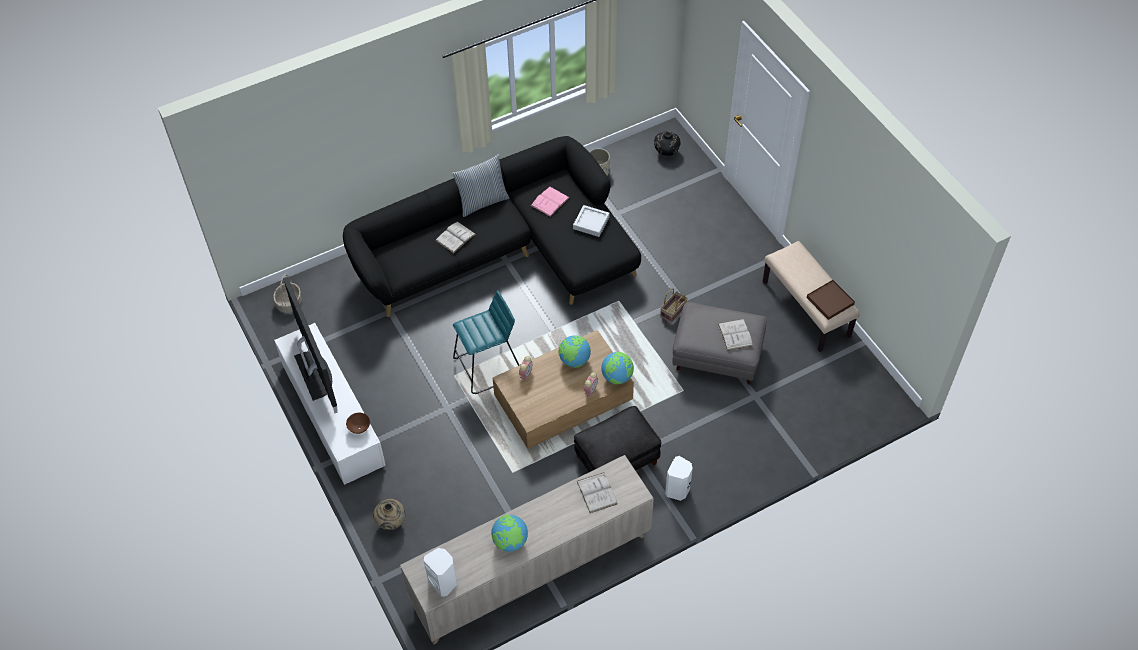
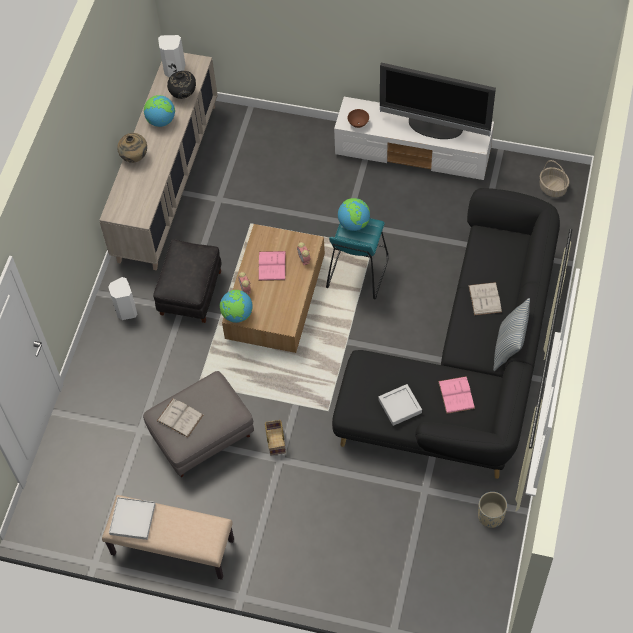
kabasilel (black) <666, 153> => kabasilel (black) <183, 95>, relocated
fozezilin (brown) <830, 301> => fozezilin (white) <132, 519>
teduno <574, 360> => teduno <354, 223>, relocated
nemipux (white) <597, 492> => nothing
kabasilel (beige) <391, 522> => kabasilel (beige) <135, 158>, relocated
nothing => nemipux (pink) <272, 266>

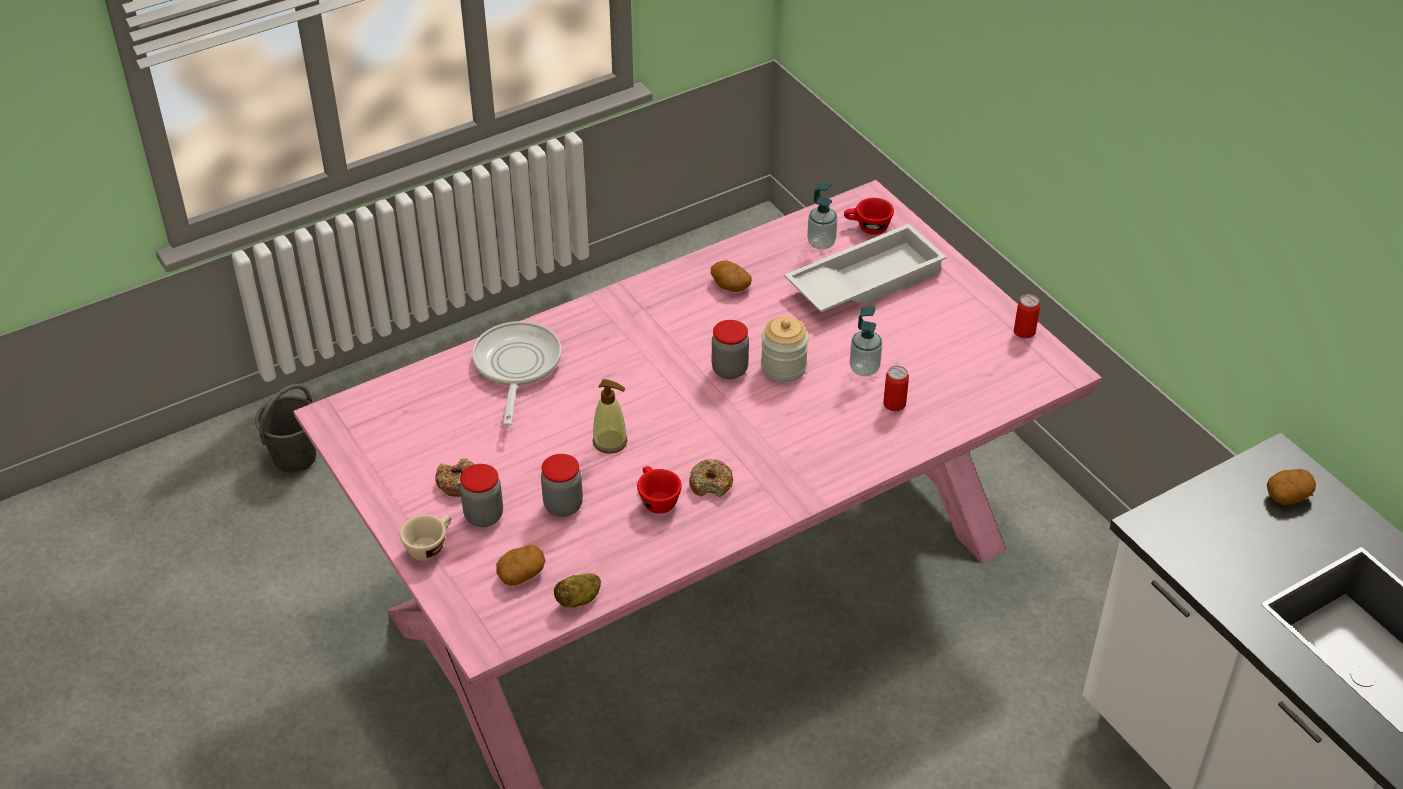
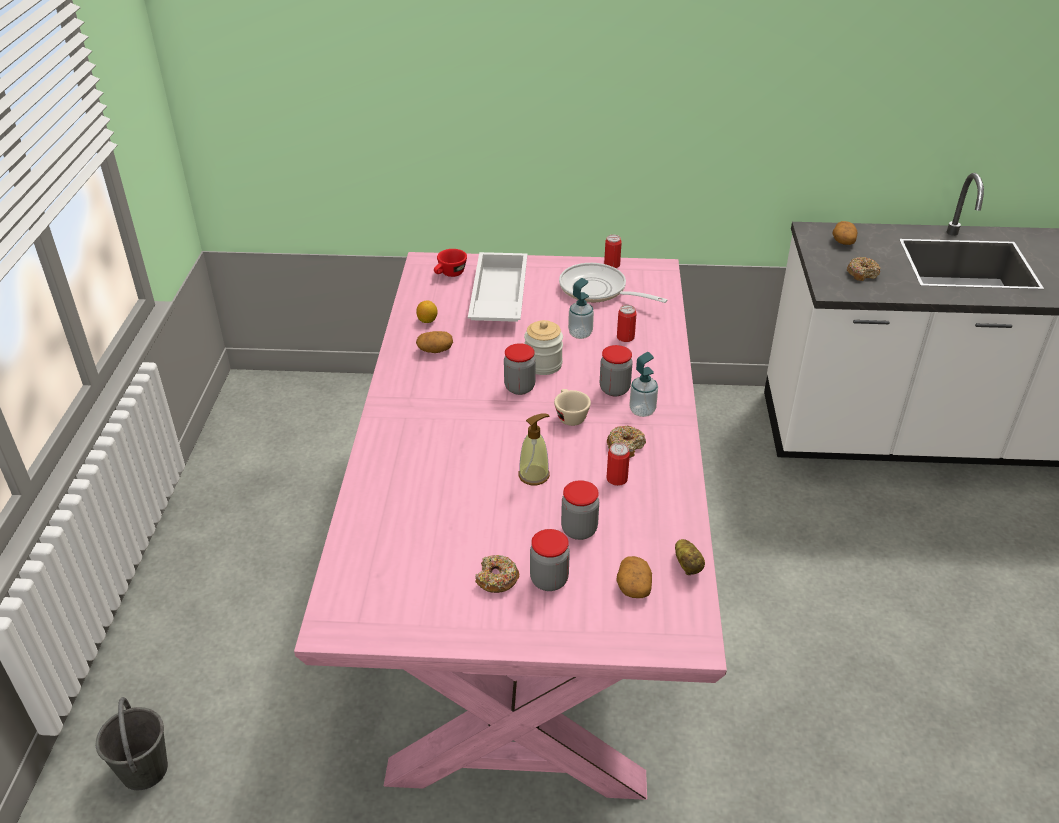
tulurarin <821, 243> => tulurarin <642, 411>, relocated
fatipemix <516, 367> => fatipemix <598, 290>, relocated
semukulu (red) <656, 499> => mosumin <617, 479>
semukulu (beige) <429, 546> => semukulu (beige) <569, 416>, relocated
nothing => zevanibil <862, 273>
nothing => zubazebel <427, 320>
nothing => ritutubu <614, 389>

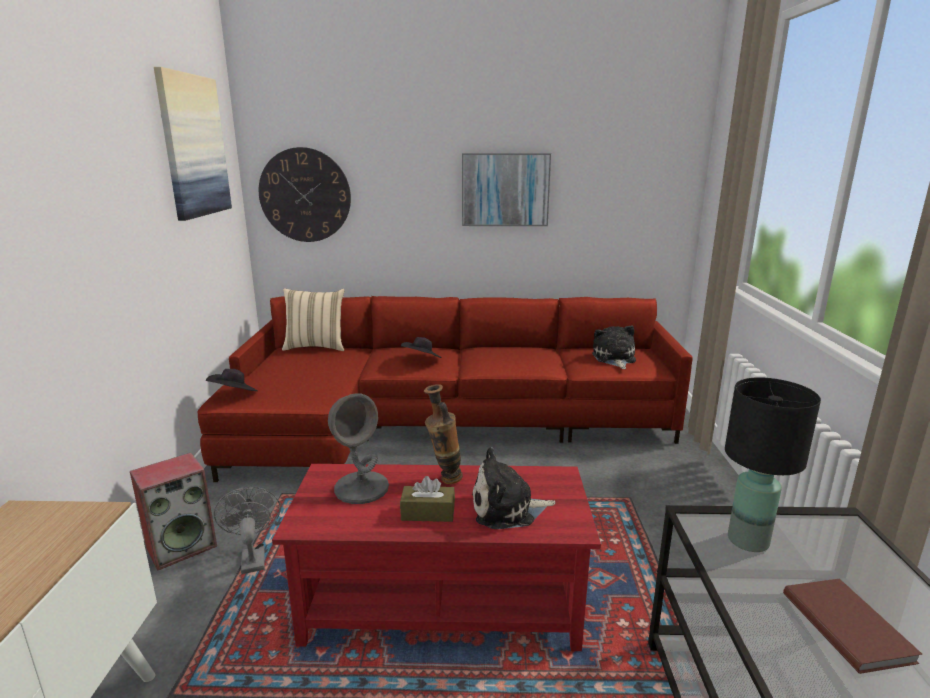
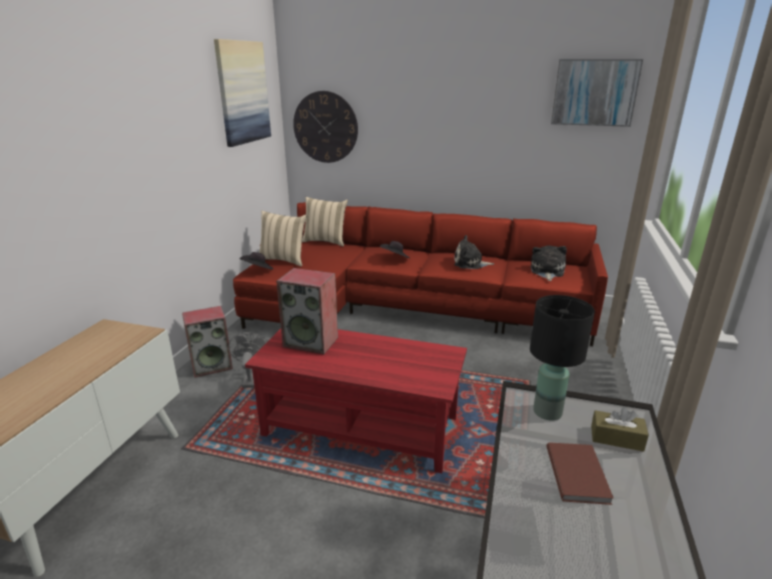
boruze <505, 190> => boruze <594, 92>, relocated
kabasilel <444, 480> => nothing
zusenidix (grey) <362, 488> => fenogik <312, 341>
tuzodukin <507, 509> => tuzodukin <470, 263>, relocated
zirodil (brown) <428, 513> => zirodil (brown) <616, 438>, relocated
nothing => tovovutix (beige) <283, 260>

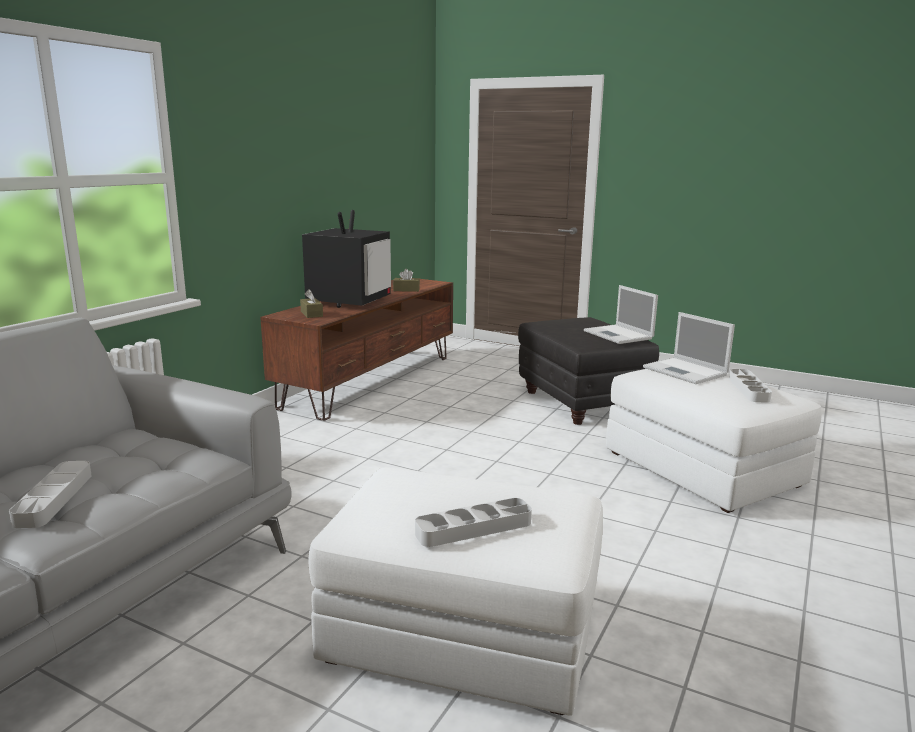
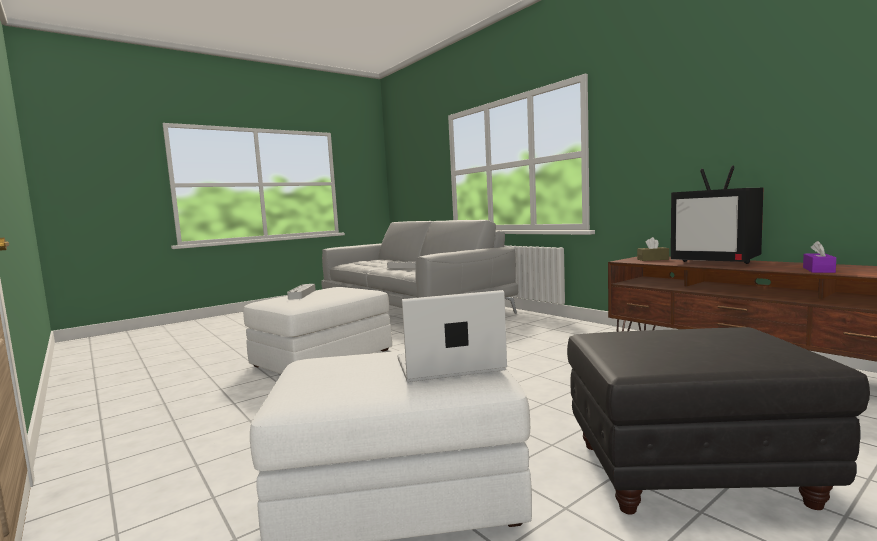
zirodil (brown) <406, 290> => zirodil (purple) <818, 270>
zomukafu <619, 335> => nothing
fozezilin (white) <748, 389> => nothing

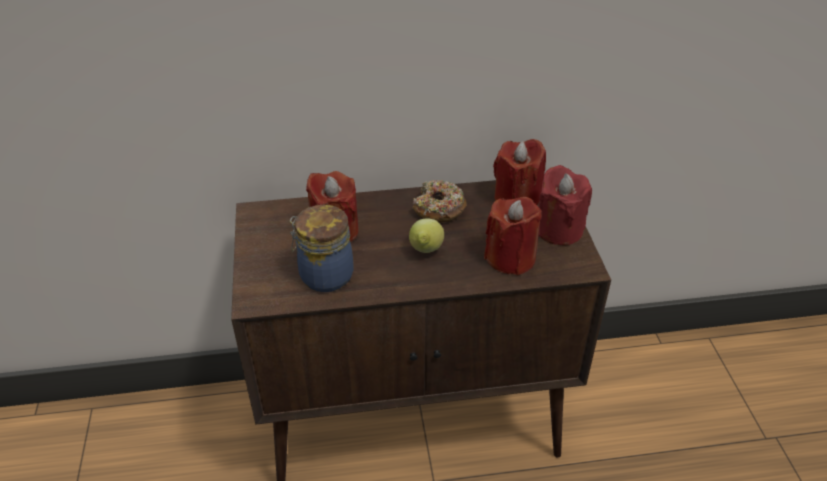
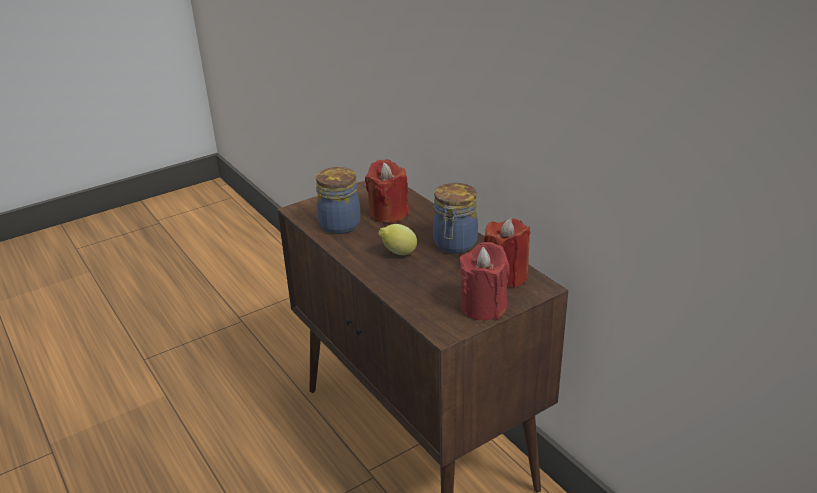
zevanibil <438, 209> => ritutubu <454, 245>
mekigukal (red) <510, 258> => nothing

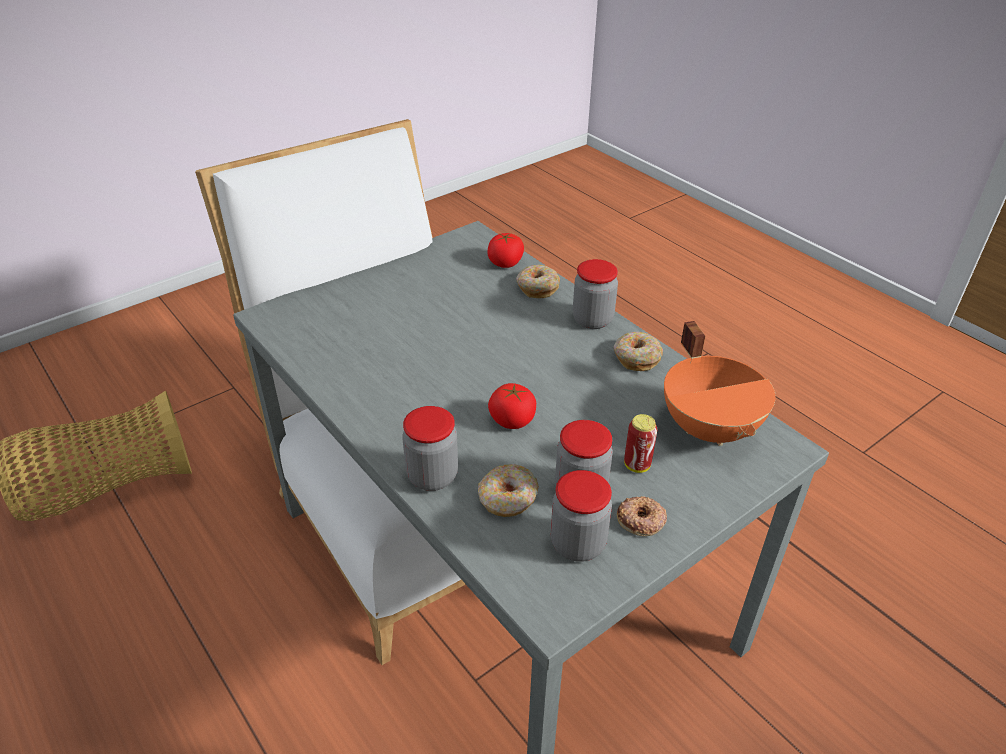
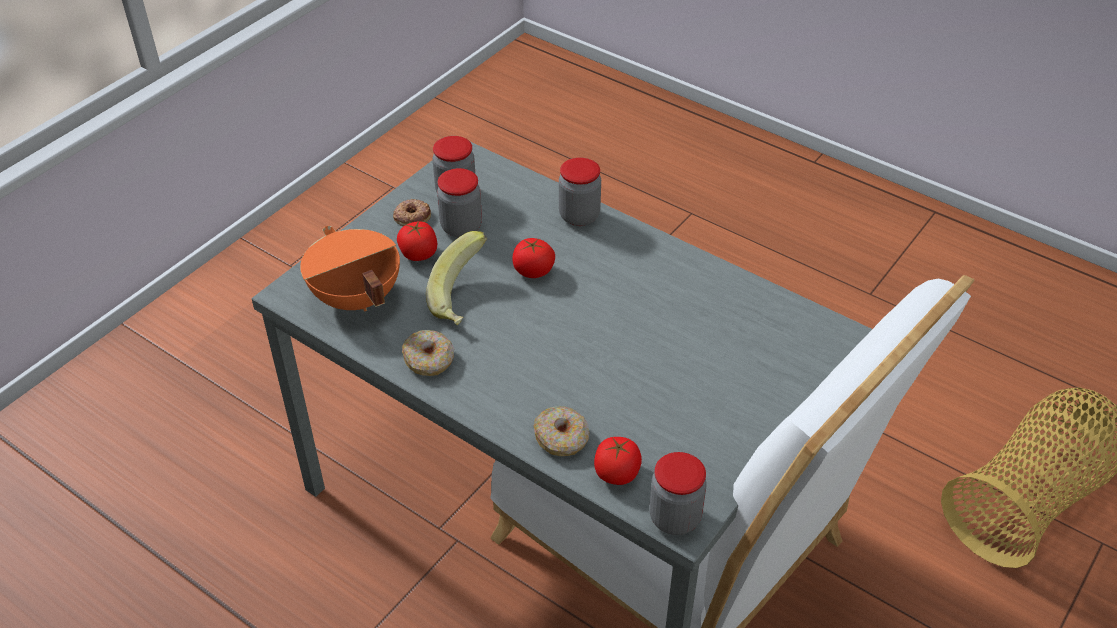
ritutubu <592, 320> => ritutubu <674, 517>, relocated
mosumin <637, 465> => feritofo <419, 254>
zevanibil <508, 499> => nothing
nothing => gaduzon <463, 298>

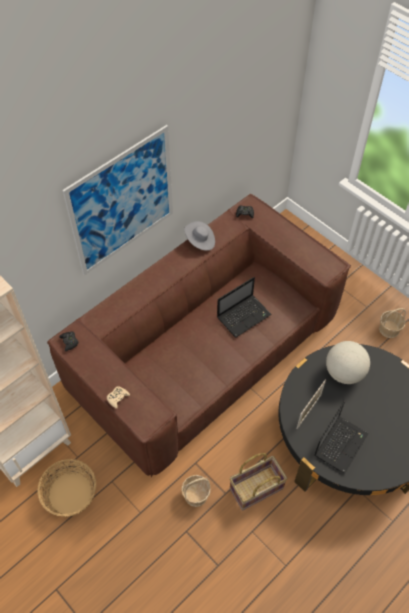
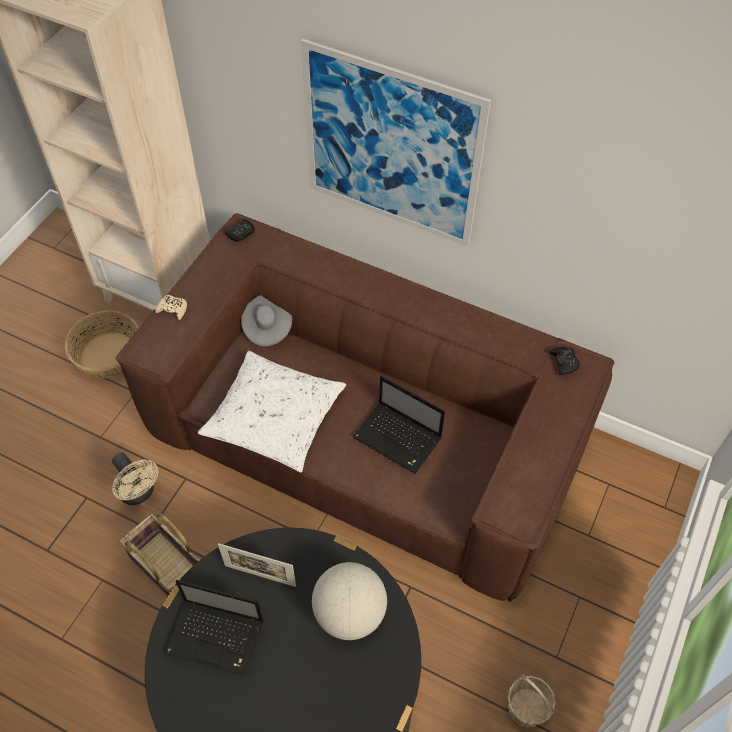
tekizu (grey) <200, 241> => tekizu (grey) <267, 327>, relocated
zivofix <195, 495> => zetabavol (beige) <139, 493>
nothing => tovovutix (white) <274, 417>

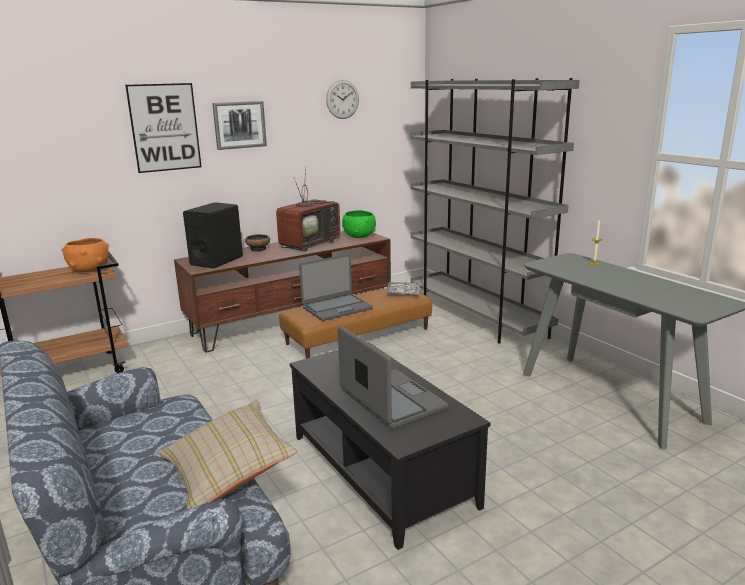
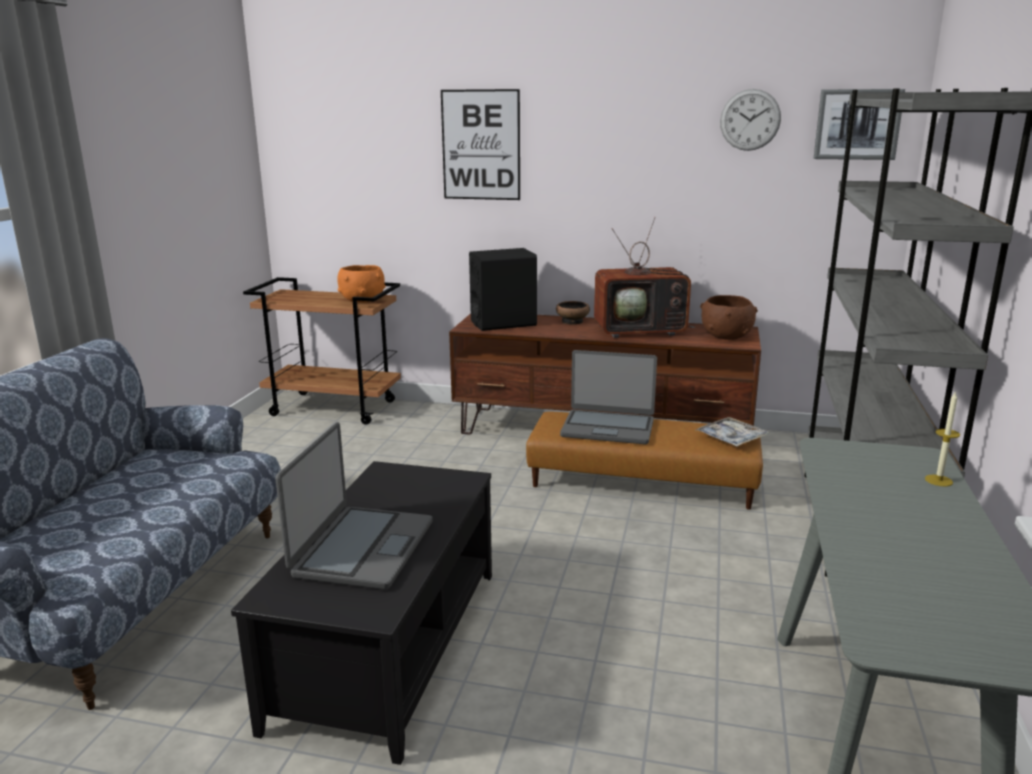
boruze <239, 125> => boruze <857, 124>, relocated
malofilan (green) <359, 236> => malofilan (brown) <726, 336>
tovovutix (beige) <228, 472> => nothing

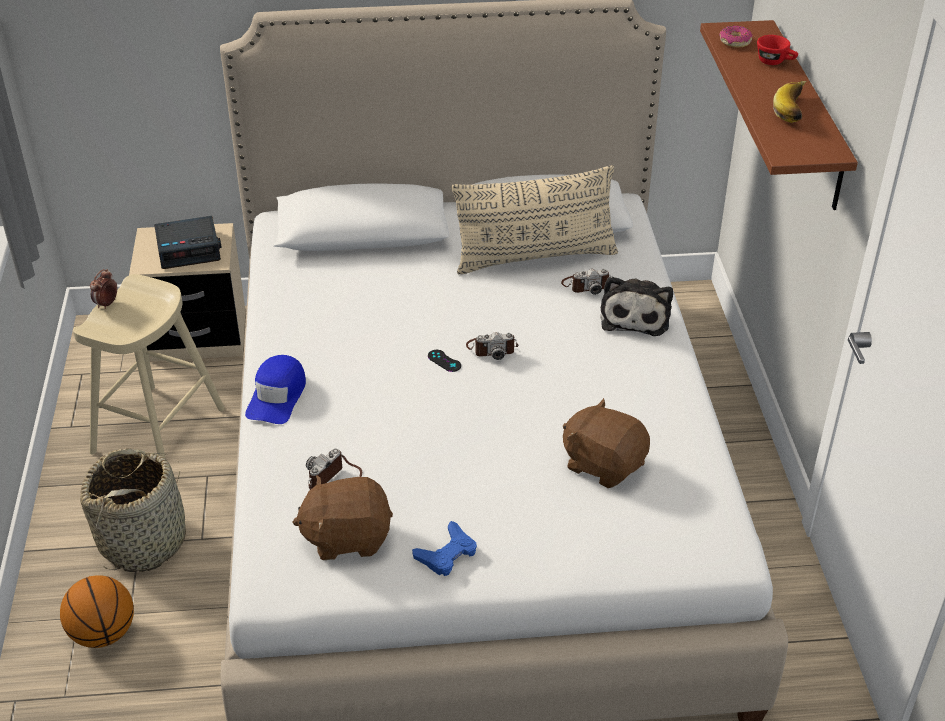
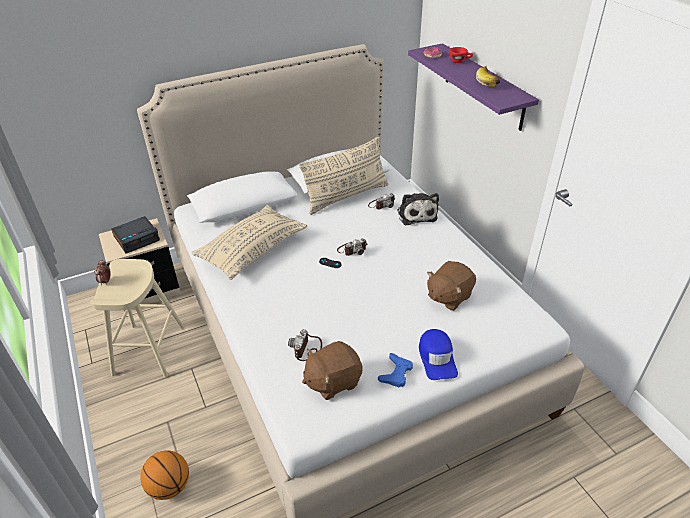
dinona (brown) <806, 115> => dinona (purple) <483, 86>
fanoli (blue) <277, 396> => fanoli (blue) <437, 358>, relocated
tuzodukin (brown) <603, 464> => tuzodukin (brown) <448, 296>, 60 degrees counterclockwise
zivofix <143, 540> => nothing
nothing => tovovutix (beige) <252, 250>

